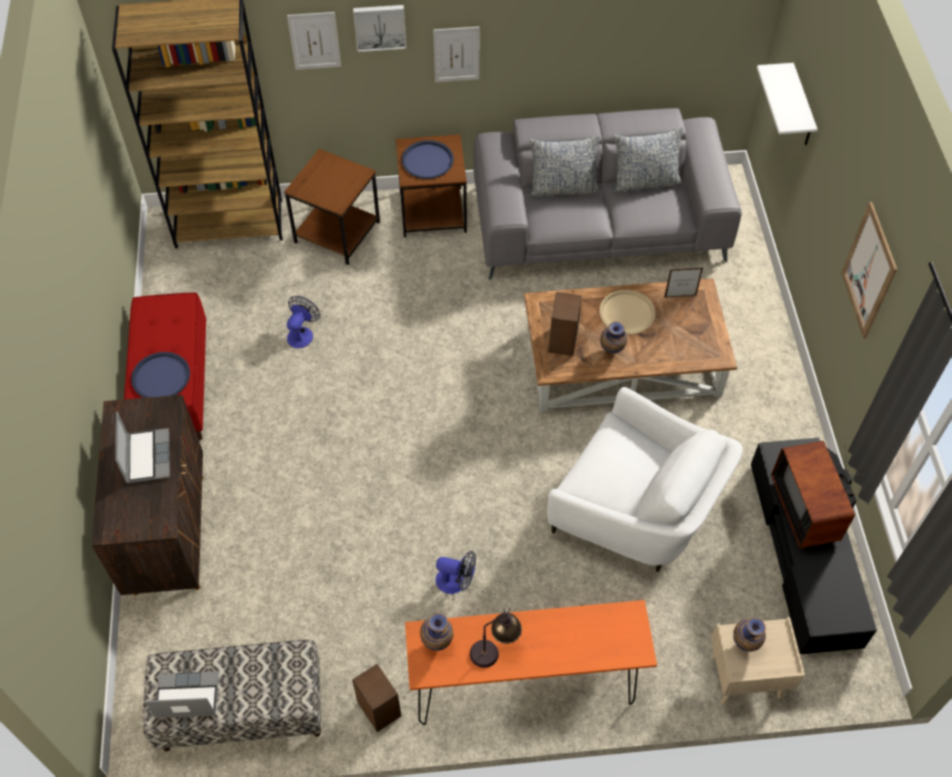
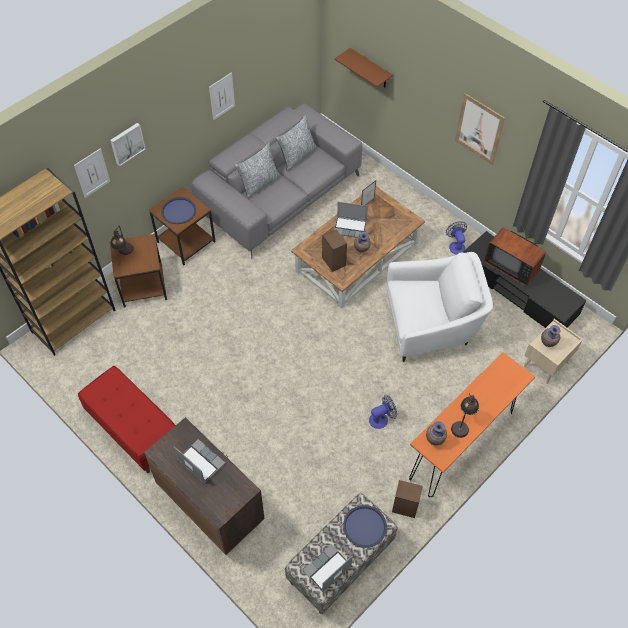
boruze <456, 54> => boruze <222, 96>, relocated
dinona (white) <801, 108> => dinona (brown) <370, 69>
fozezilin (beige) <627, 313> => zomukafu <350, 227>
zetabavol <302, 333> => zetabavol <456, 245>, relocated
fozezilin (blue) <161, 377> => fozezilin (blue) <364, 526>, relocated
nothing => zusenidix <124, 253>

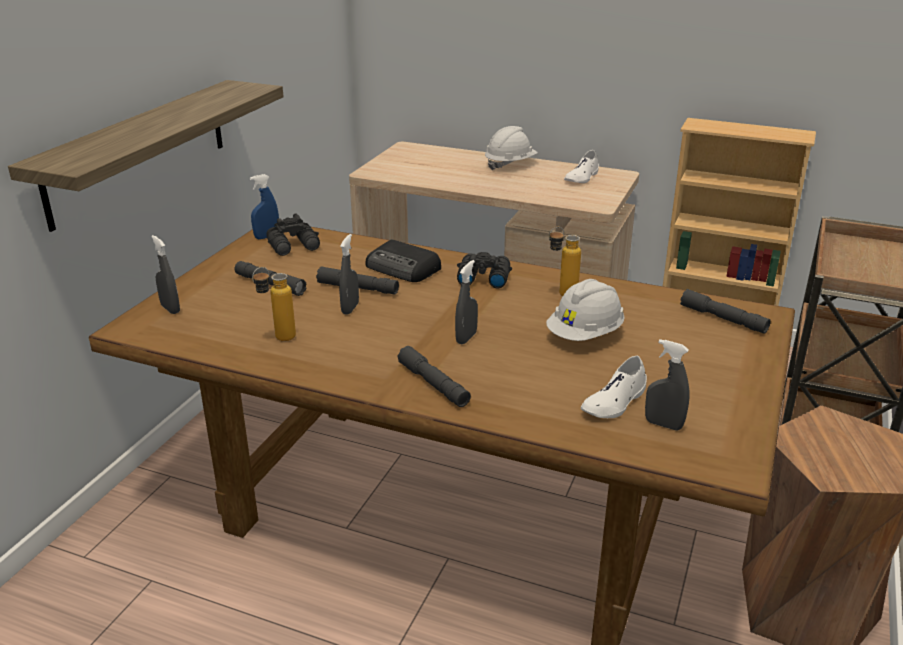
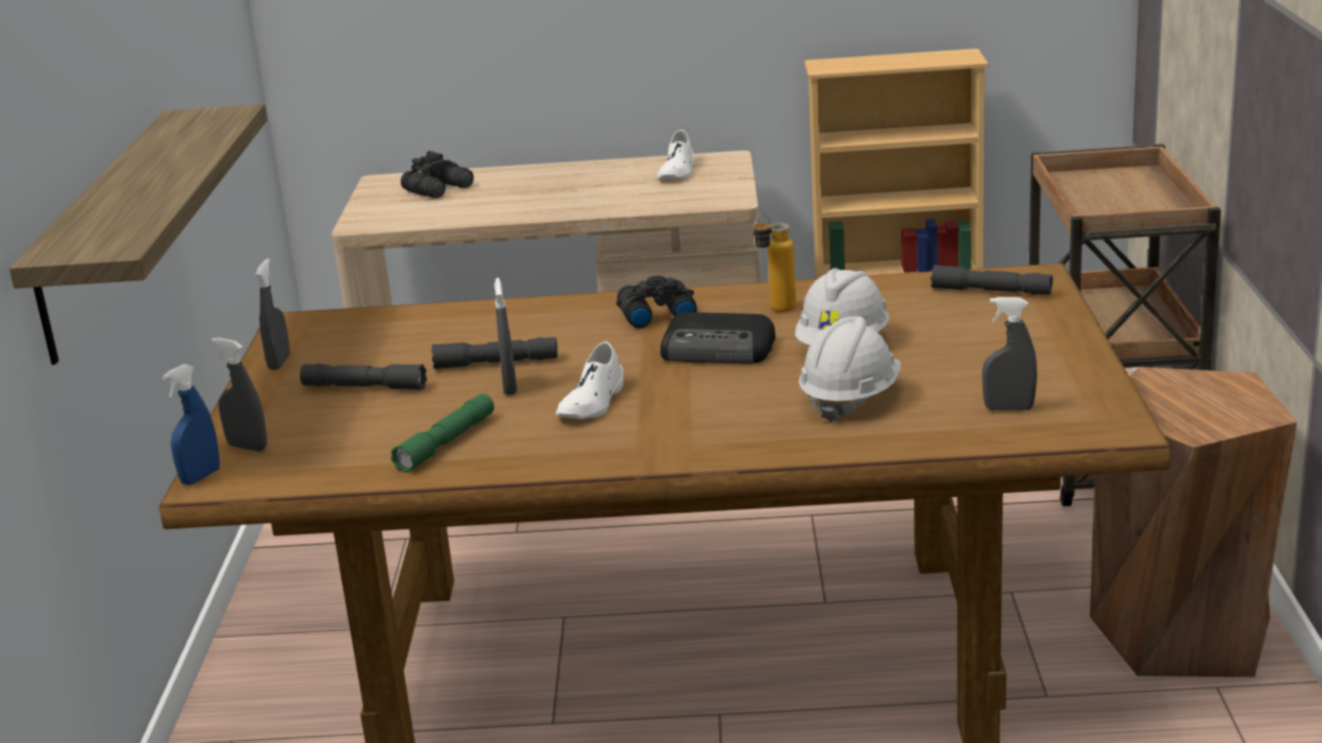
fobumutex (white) <510, 164> => fobumutex (white) <850, 399>, relocated
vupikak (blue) <267, 236> => vupikak (blue) <200, 477>, relocated
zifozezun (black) <295, 246> => zifozezun (black) <440, 189>, relocated
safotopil <403, 268> => safotopil <719, 350>, relocated
vupikak (grey) <466, 338> => vupikak (grey) <279, 363>, relocated
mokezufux <278, 339> => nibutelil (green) <446, 443>
nibutelil (grey) <433, 384> => nothing
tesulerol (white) <614, 402> => tesulerol (white) <592, 402>, relocated

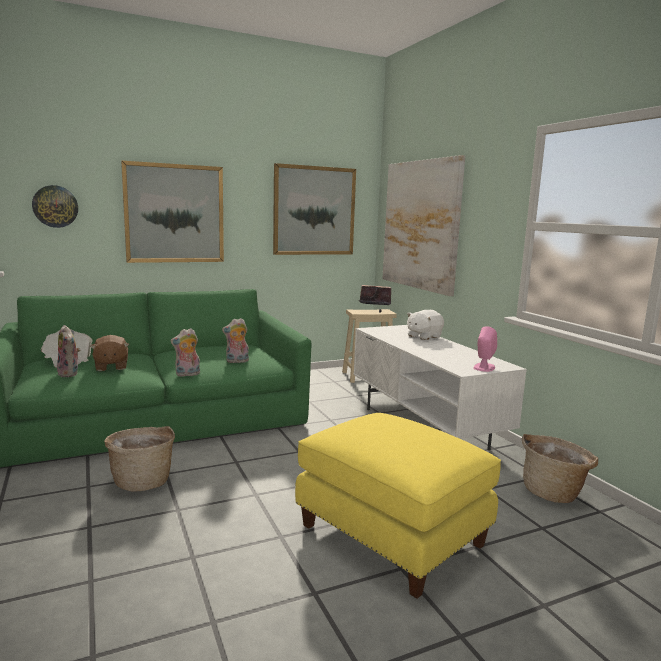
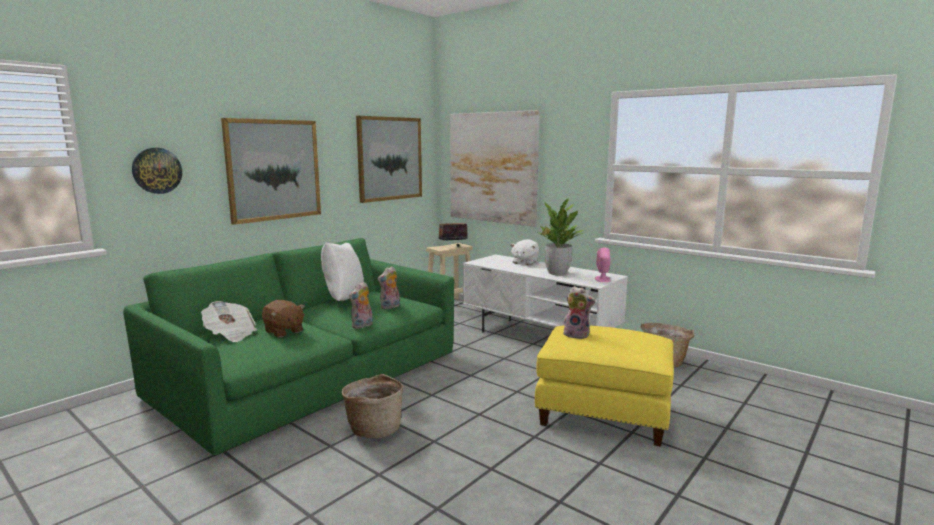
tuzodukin <70, 374> => tuzodukin <577, 335>, relocated
nothing => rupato <557, 273>
nothing => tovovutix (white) <343, 299>

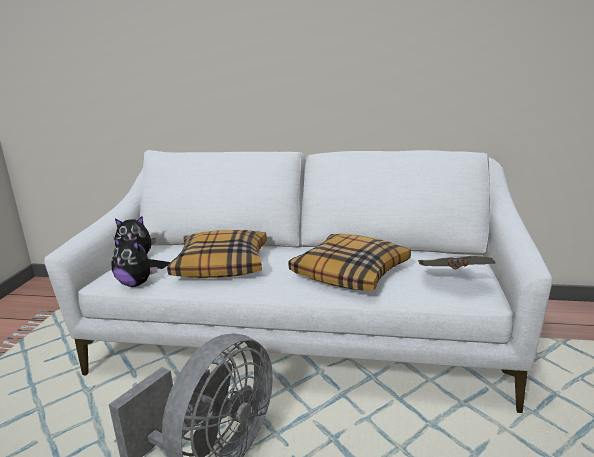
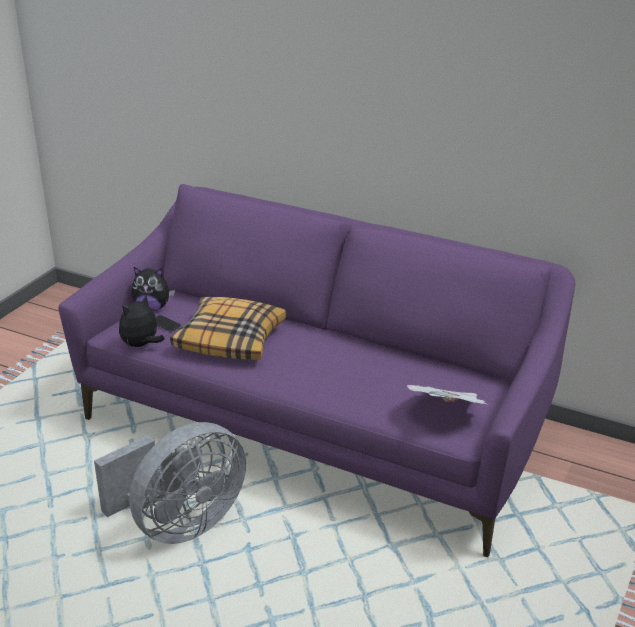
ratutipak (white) <302, 336> => ratutipak (purple) <317, 425>
tovovutix <350, 273> => nothing
tuzodukin <136, 284> => tuzodukin <141, 345>, 90 degrees clockwise

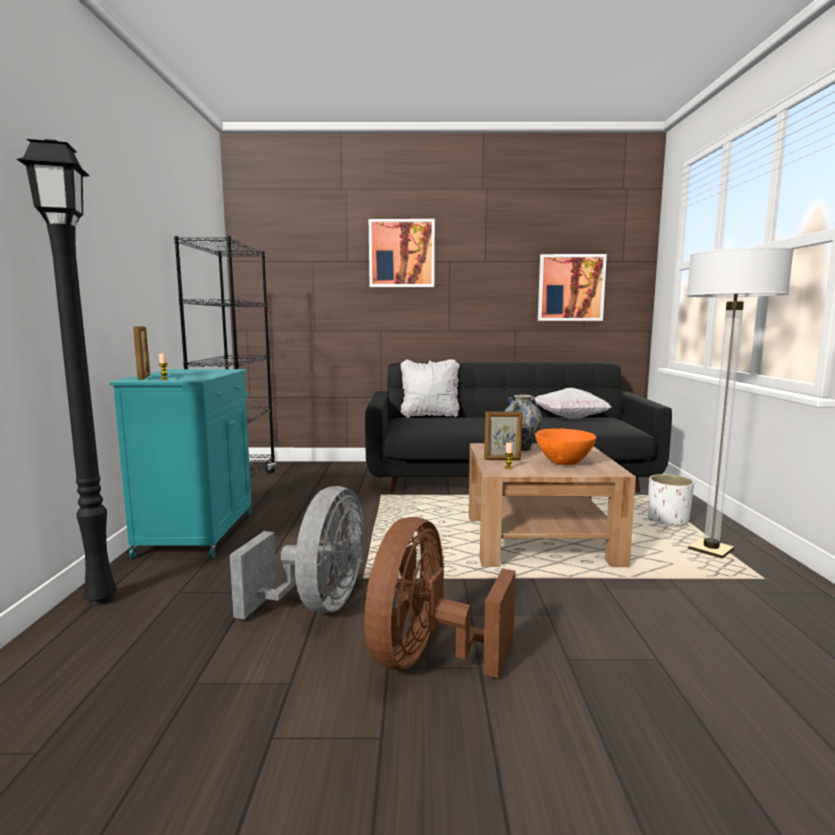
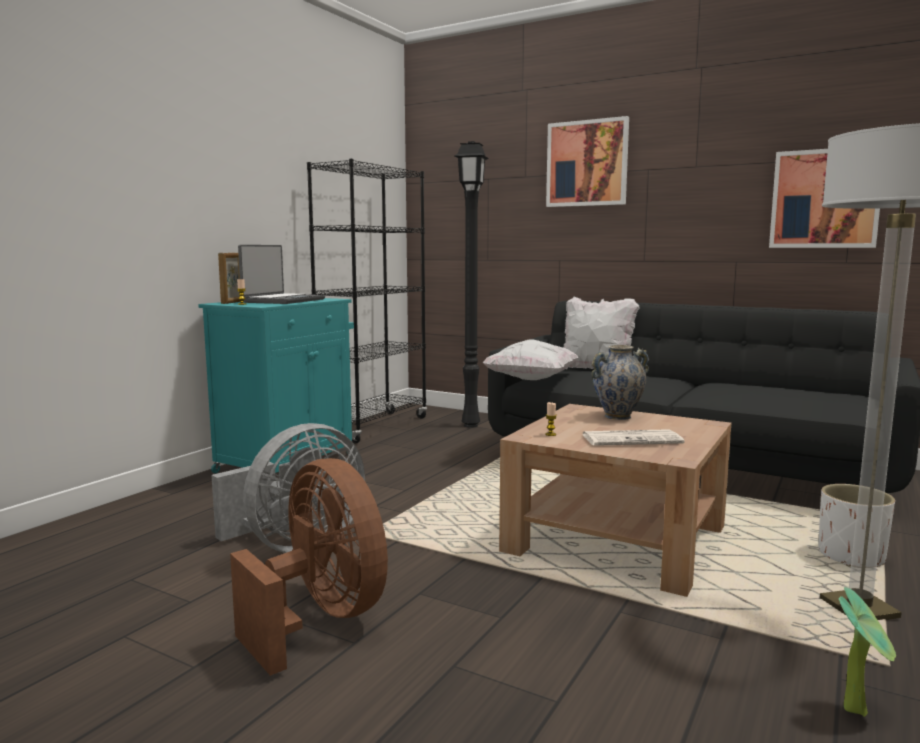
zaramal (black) <103, 599> => zaramal (black) <472, 425>, relocated
tovovutix (white) <570, 418> => tovovutix (white) <531, 380>, relocated
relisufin <502, 459> => nothing
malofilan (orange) <563, 463> => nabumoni <632, 439>
zetabavol (brown) <427, 658> => zetabavol (brown) <321, 619>, 90 degrees clockwise
nothing => zomukafu <283, 301>
nothing => rupato <858, 709>

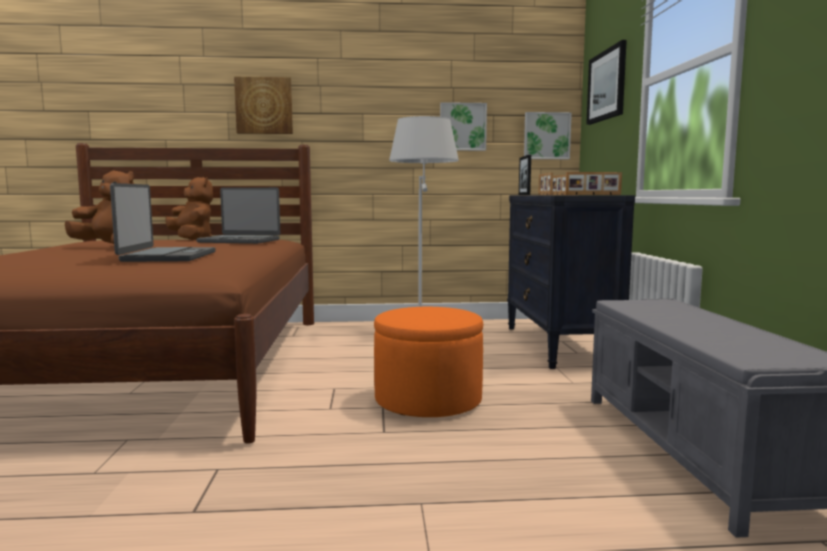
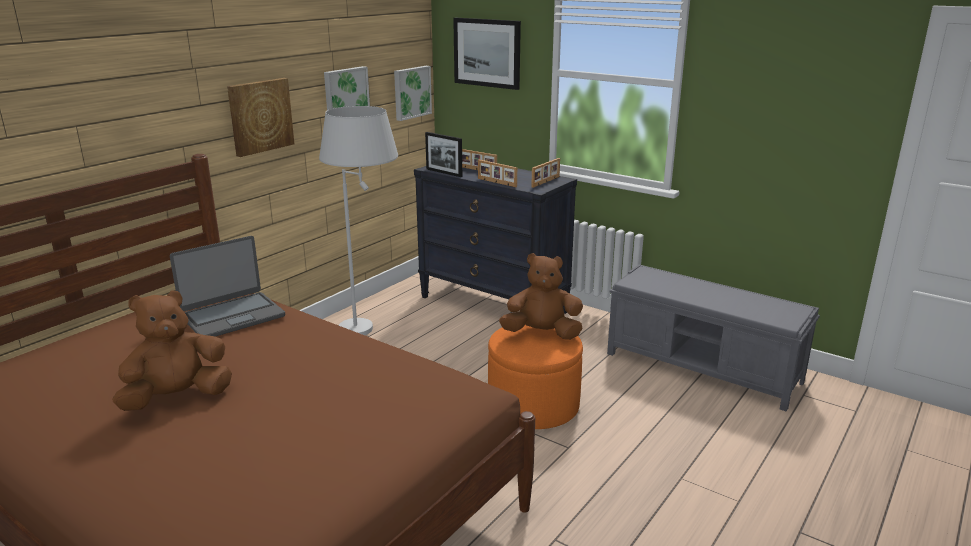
boruze <264, 106> => boruze <260, 116>, relocated
tuzodukin (brown) <192, 239> => tuzodukin (brown) <542, 333>, relocated
zomukafu <168, 256> => nothing

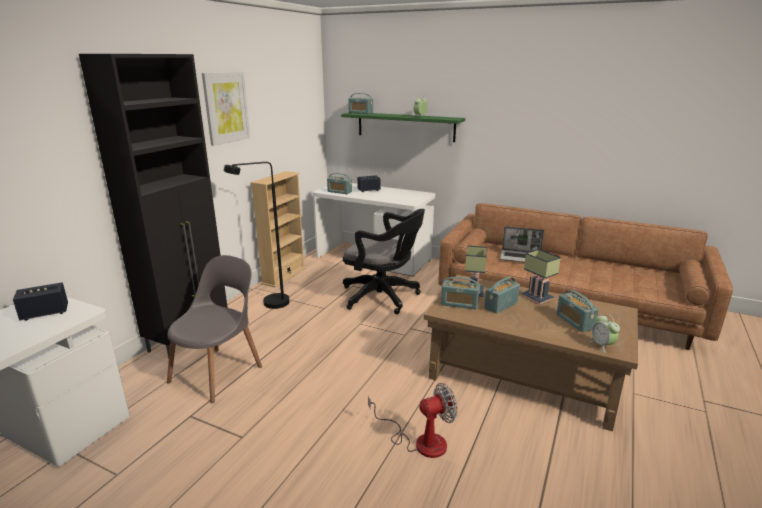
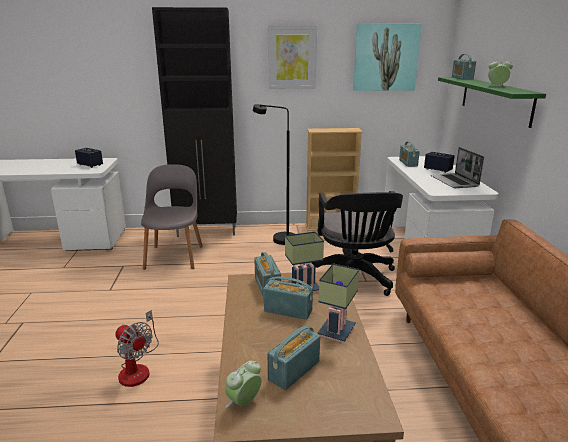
zomukafu <521, 257> => zomukafu <454, 182>, relocated
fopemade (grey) <219, 372> => fopemade (grey) <174, 256>, 90 degrees counterclockwise
nothing => boruze <386, 57>

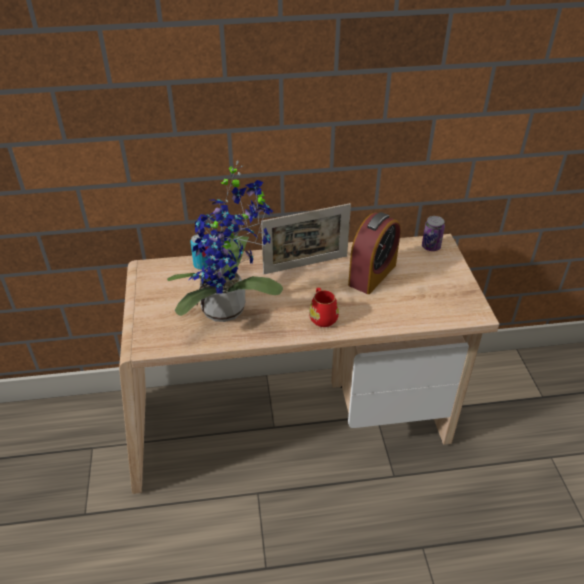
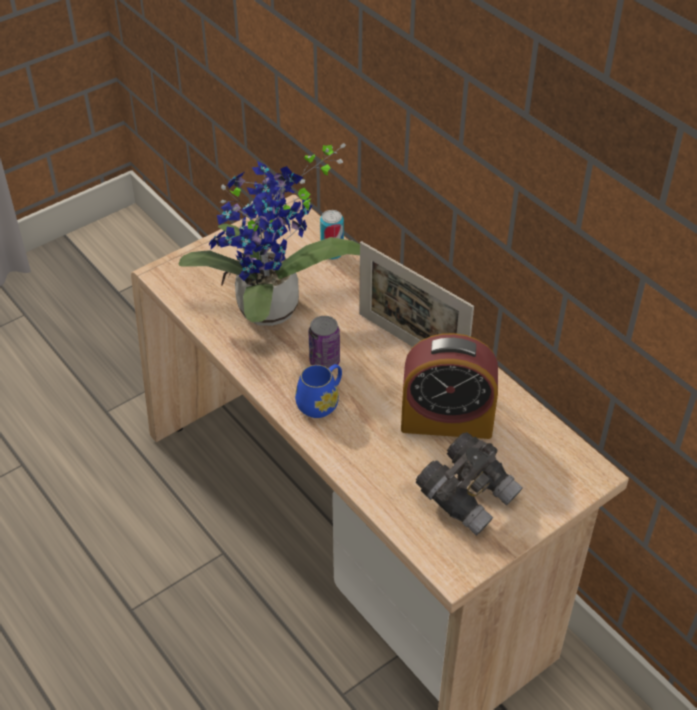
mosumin <431, 247> => mosumin <324, 361>, relocated
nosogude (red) <322, 316> => nosogude (blue) <321, 402>
nothing => zifozezun (grey) <468, 496>

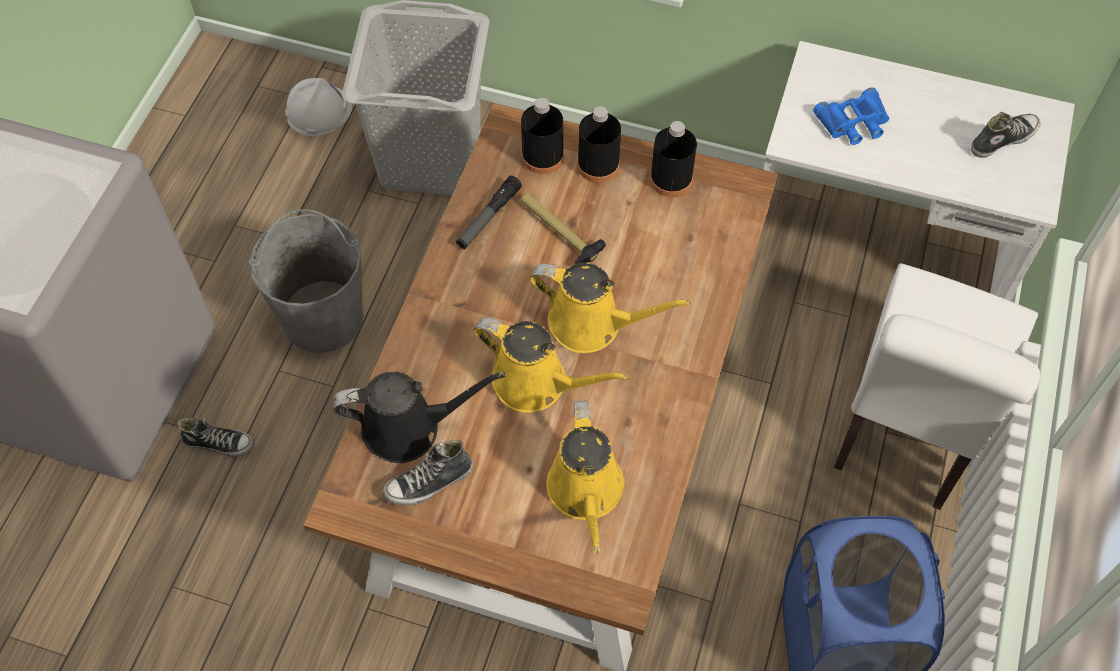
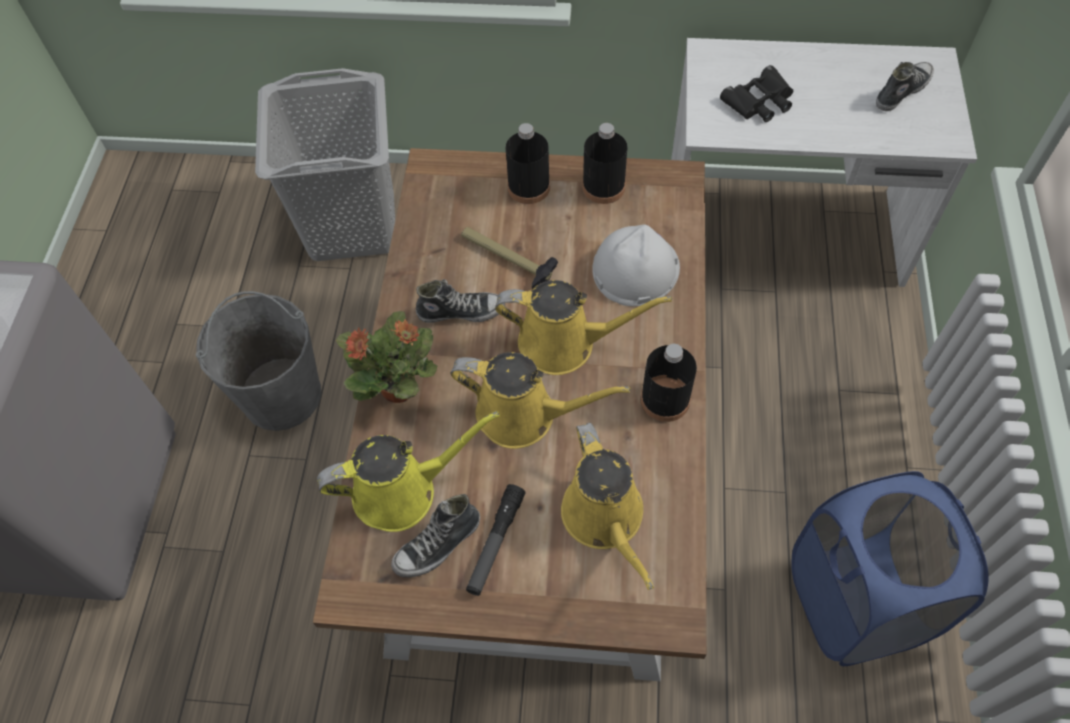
fobumutex (white) <318, 110> => fobumutex (white) <635, 268>, relocated
zifozezun (blue) <853, 122> => zifozezun (black) <760, 102>
mokezufux (black) <542, 157> => mokezufux (black) <665, 399>, relocated
nibutelil <488, 217> => nibutelil <495, 543>, relocated
fopemade (white) <906, 431> => nothing
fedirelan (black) <409, 428> => fedirelan (yellow) <403, 490>
tesulerol <219, 443> => tesulerol <461, 311>, relocated
nothing => rupato <399, 389>

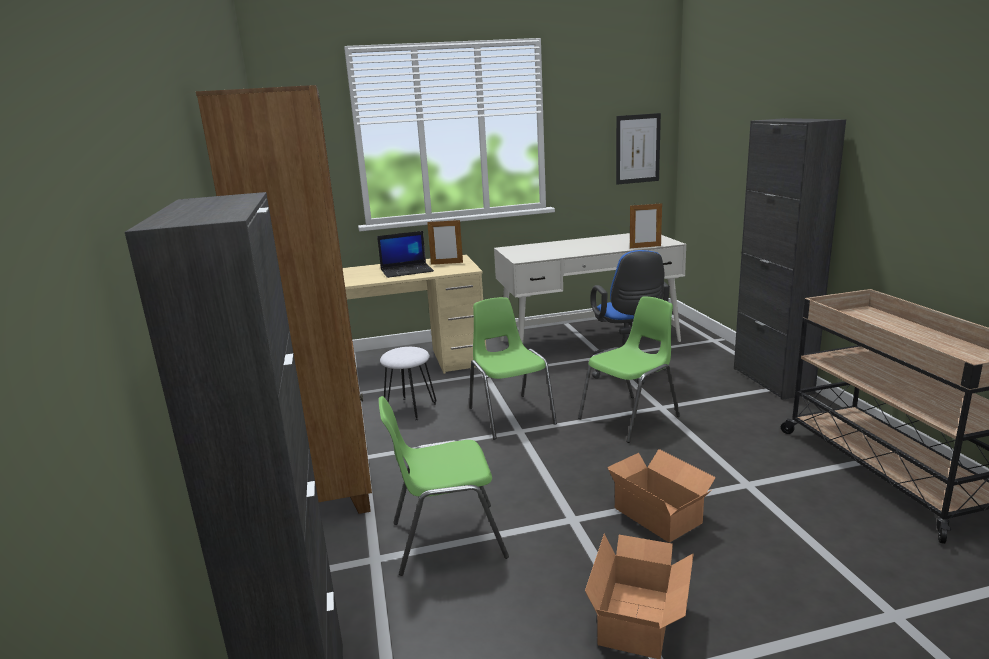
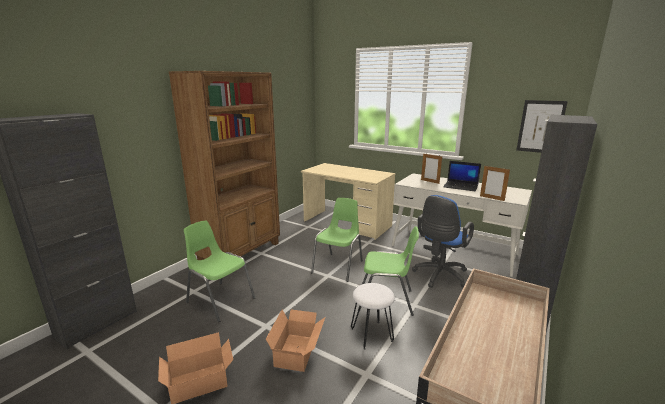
relisufin <447, 263> => relisufin <430, 181>, relocated
zomukafu <407, 270> => zomukafu <461, 186>, relocated
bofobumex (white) <410, 409> => bofobumex (white) <371, 334>, relocated

